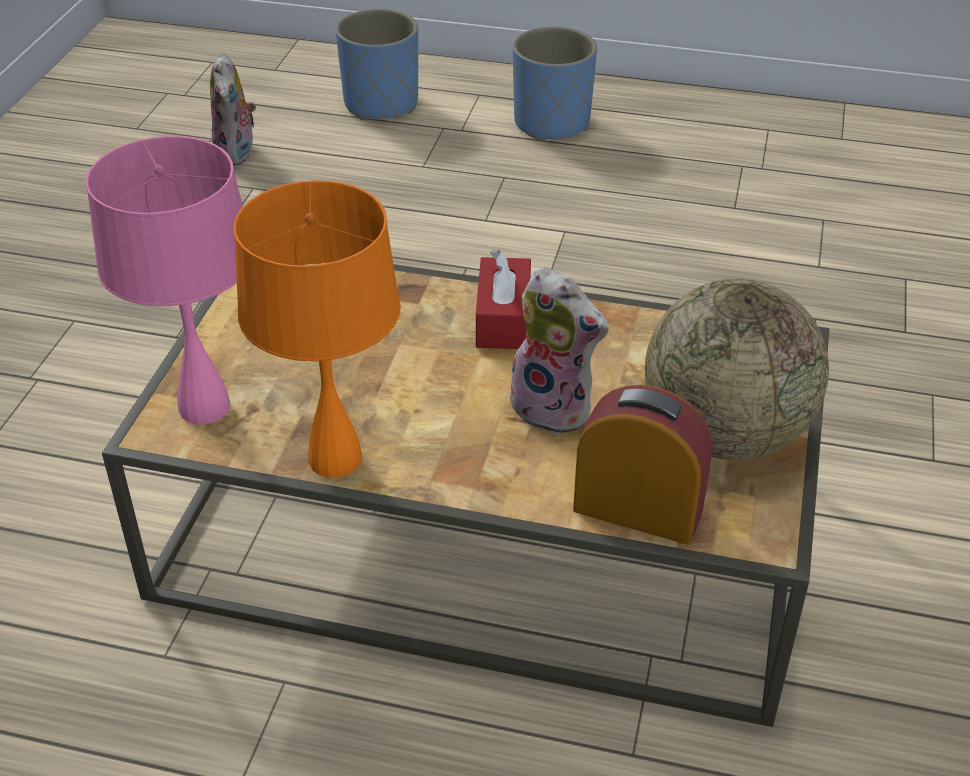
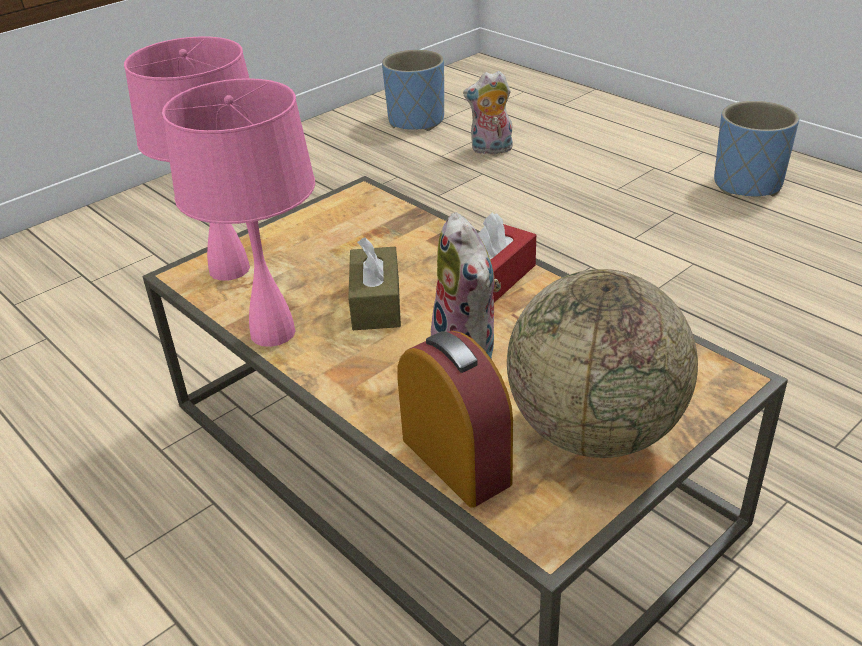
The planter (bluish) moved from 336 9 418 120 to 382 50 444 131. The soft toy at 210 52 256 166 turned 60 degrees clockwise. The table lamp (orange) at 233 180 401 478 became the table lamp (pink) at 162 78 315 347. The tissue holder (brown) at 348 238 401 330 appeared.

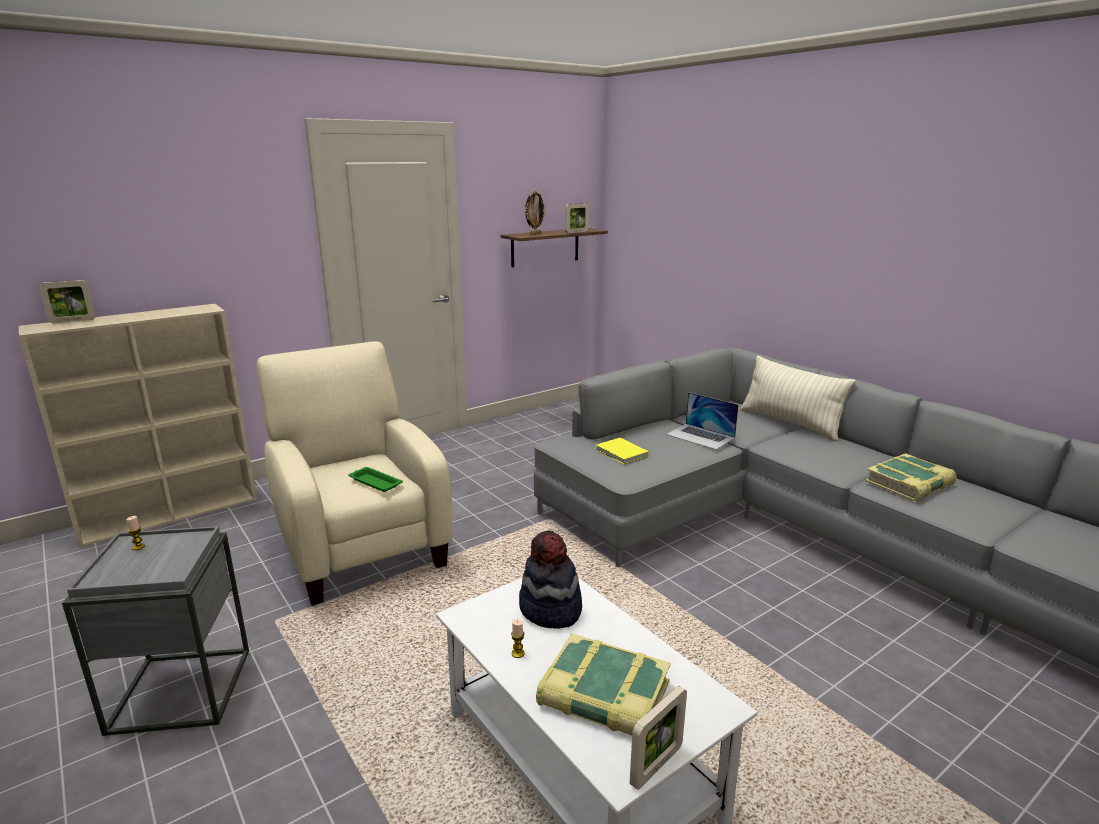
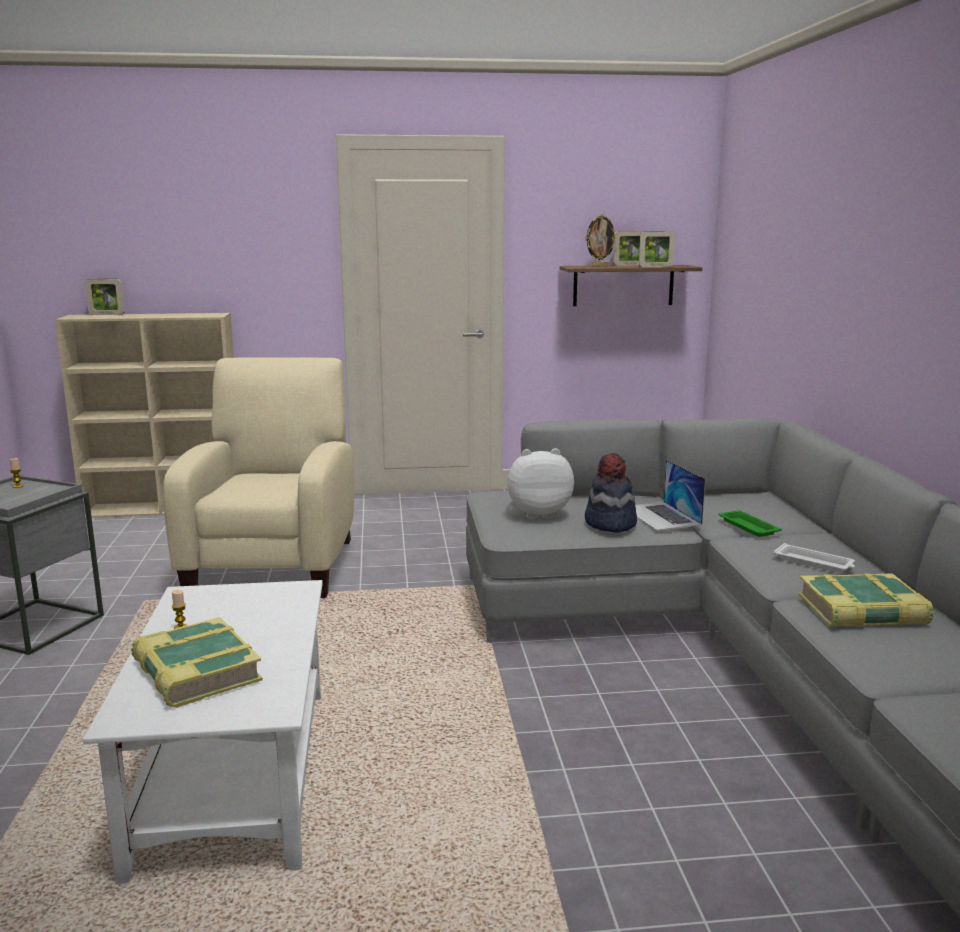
The throw pillow (sand-coloured) at 740 355 856 441 disappeared. The book (yellowish) at 596 438 649 464 was replaced by the soft toy at 507 448 574 519. The carrying tray (green) moved from 348 467 403 492 to 719 510 782 537. The clothing hat moved from 519 531 582 629 to 585 453 637 533. The picture frame moved from 630 686 687 790 to 613 231 645 266. The carrying tray (whitish) at 773 543 855 573 appeared.

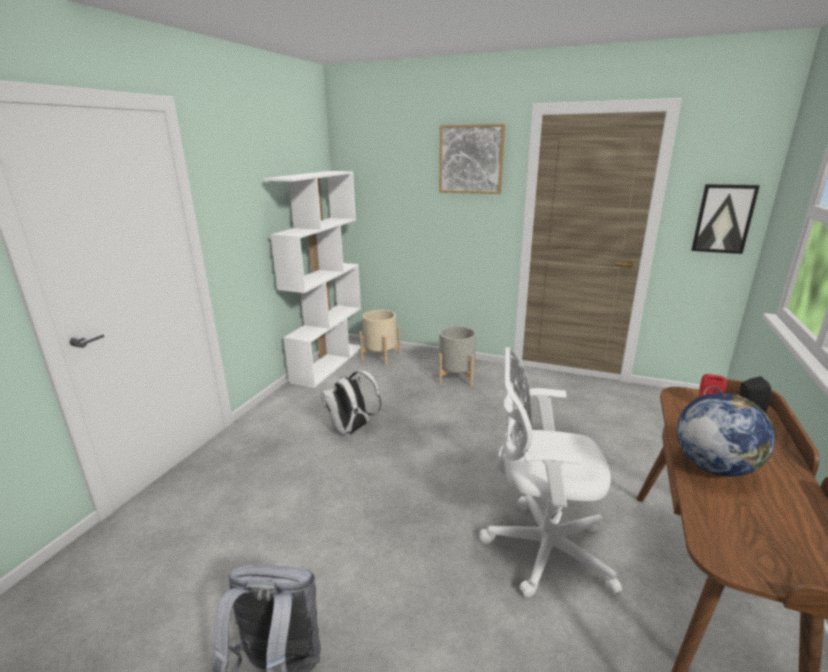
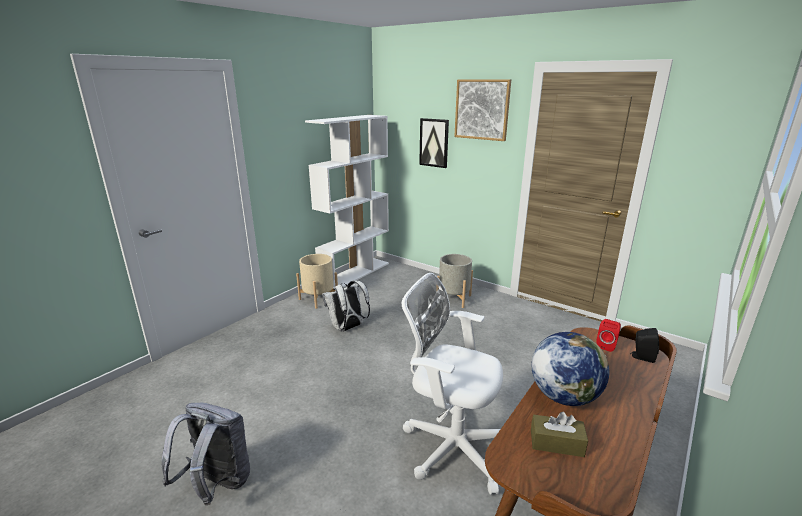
The picture moved from 691 184 760 254 to 419 118 449 168. The planter (sand-coloured) moved from 359 310 401 365 to 296 254 338 309. The tissue holder (brown) at 531 412 588 457 appeared.

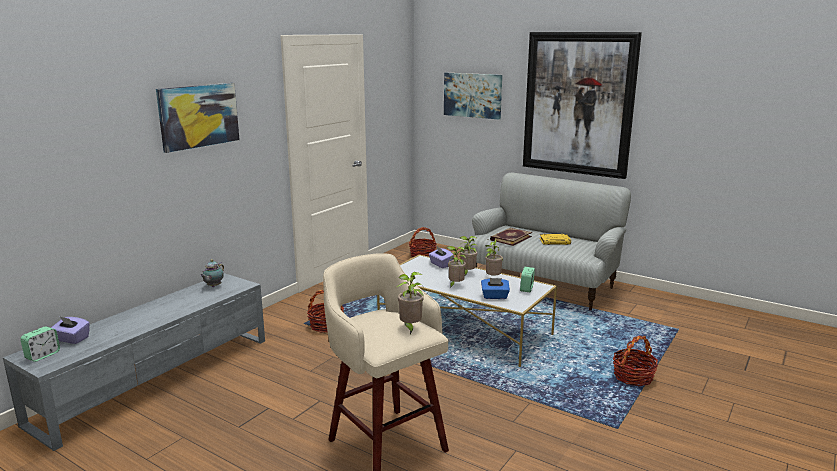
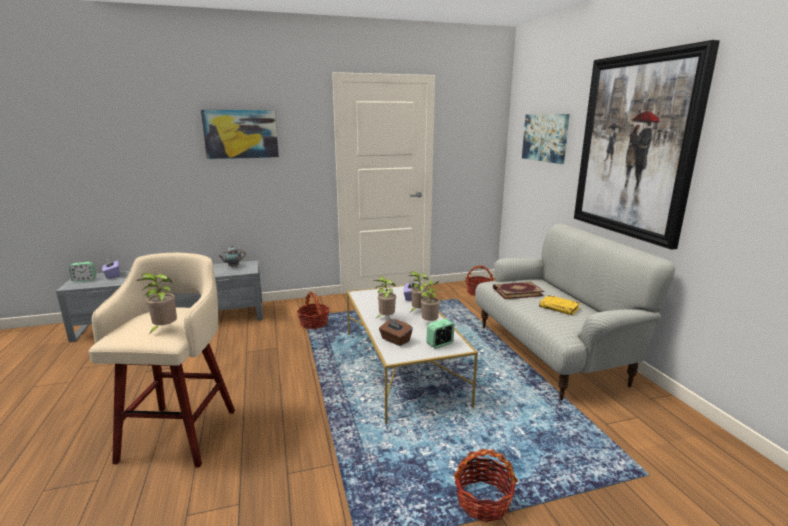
The tissue holder (bluish) at 481 278 510 299 became the tissue holder (brown) at 379 318 413 346.

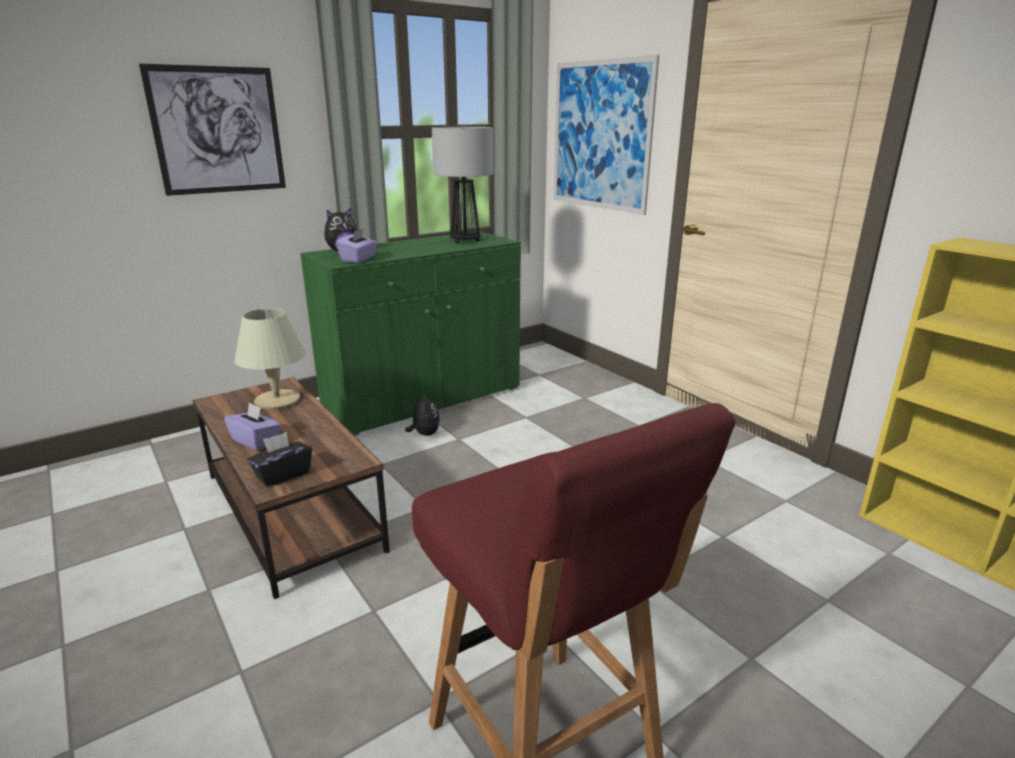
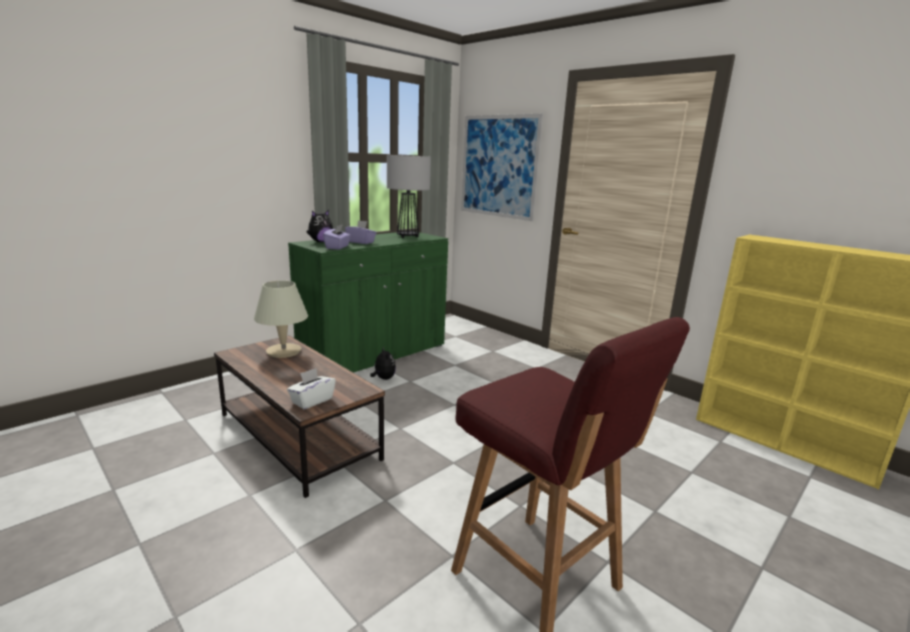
The picture at 139 64 286 196 disappeared. The tissue holder (purplish) moved from 224 402 281 451 to 345 220 377 244. The tissue holder (blackish) at 247 432 312 487 became the tissue holder (whitish) at 287 368 336 409.

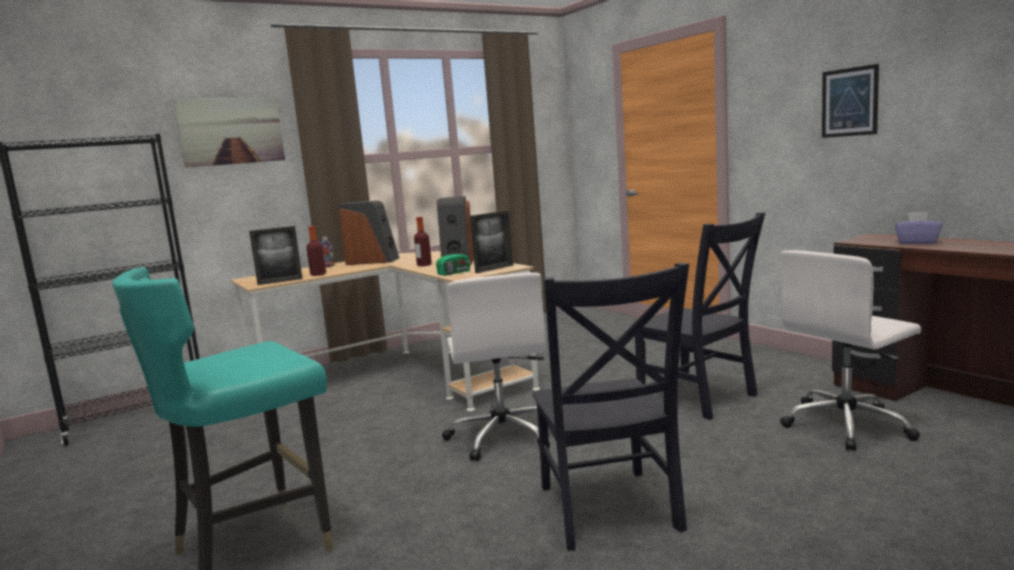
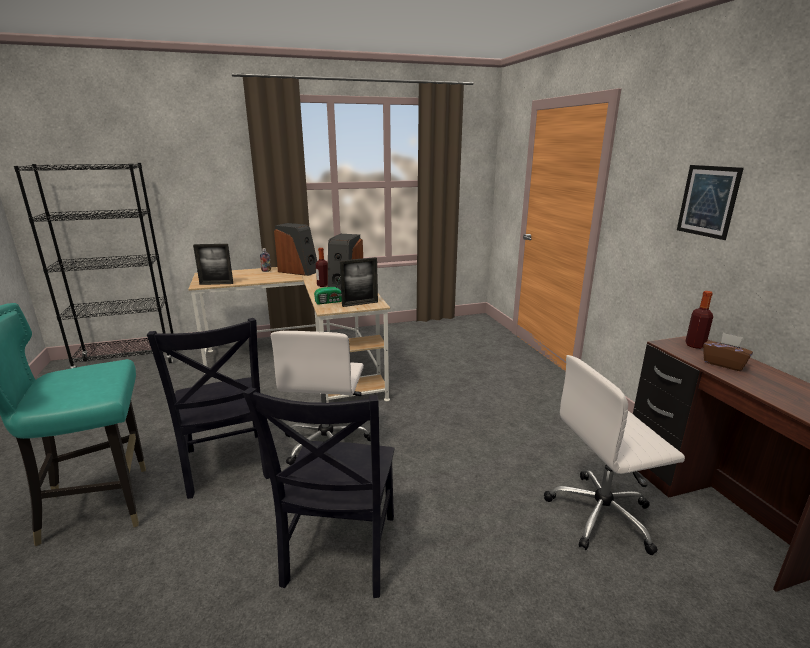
The picture at 173 97 285 168 disappeared. The tissue holder (purplish) at 895 211 942 244 became the tissue holder (brown) at 703 333 753 371. The upright chair (blackish) moved from 632 212 766 420 to 147 318 270 499. The bottle moved from 307 226 326 276 to 685 291 713 349.

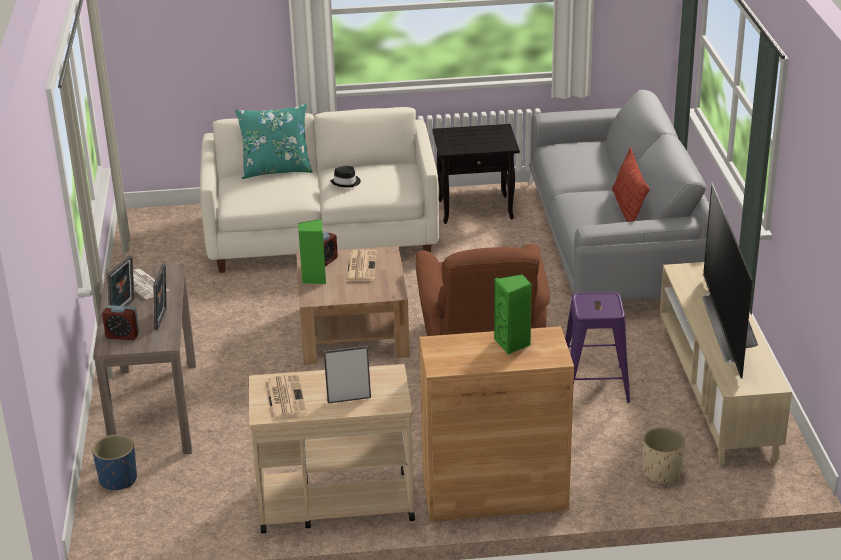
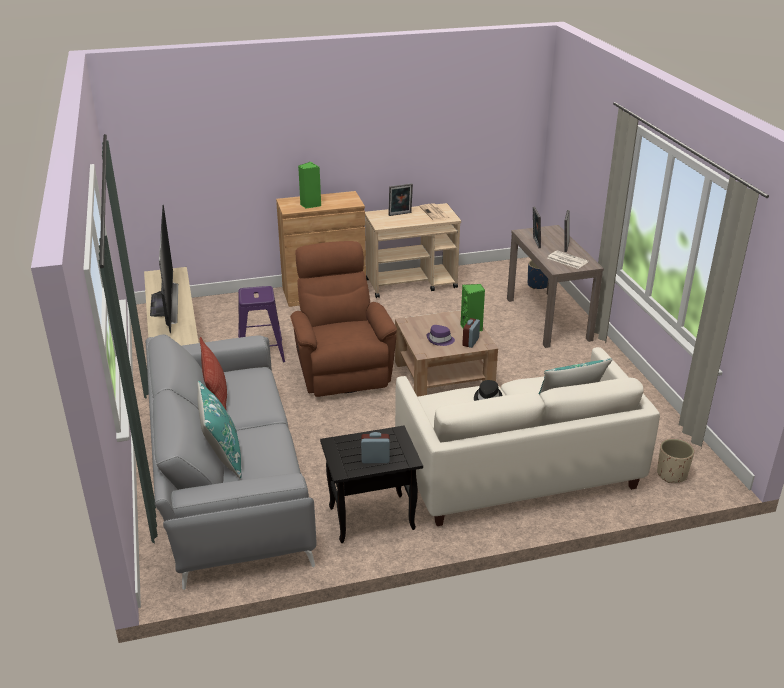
The newspaper at 345 250 377 282 was replaced by the clothing hat (purplish) at 427 325 455 346. The bedside clock moved from 102 305 139 340 to 361 432 390 463. The planter (sand-coloured) moved from 643 427 685 484 to 657 439 694 483. The throw pillow (turquoise) at 198 381 241 479 appeared.

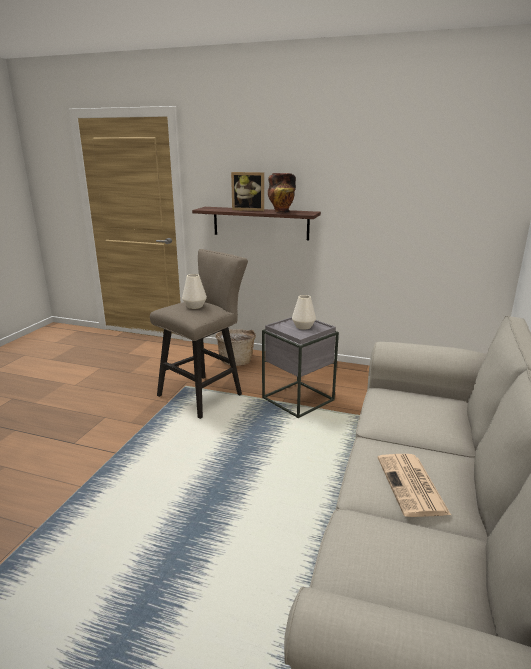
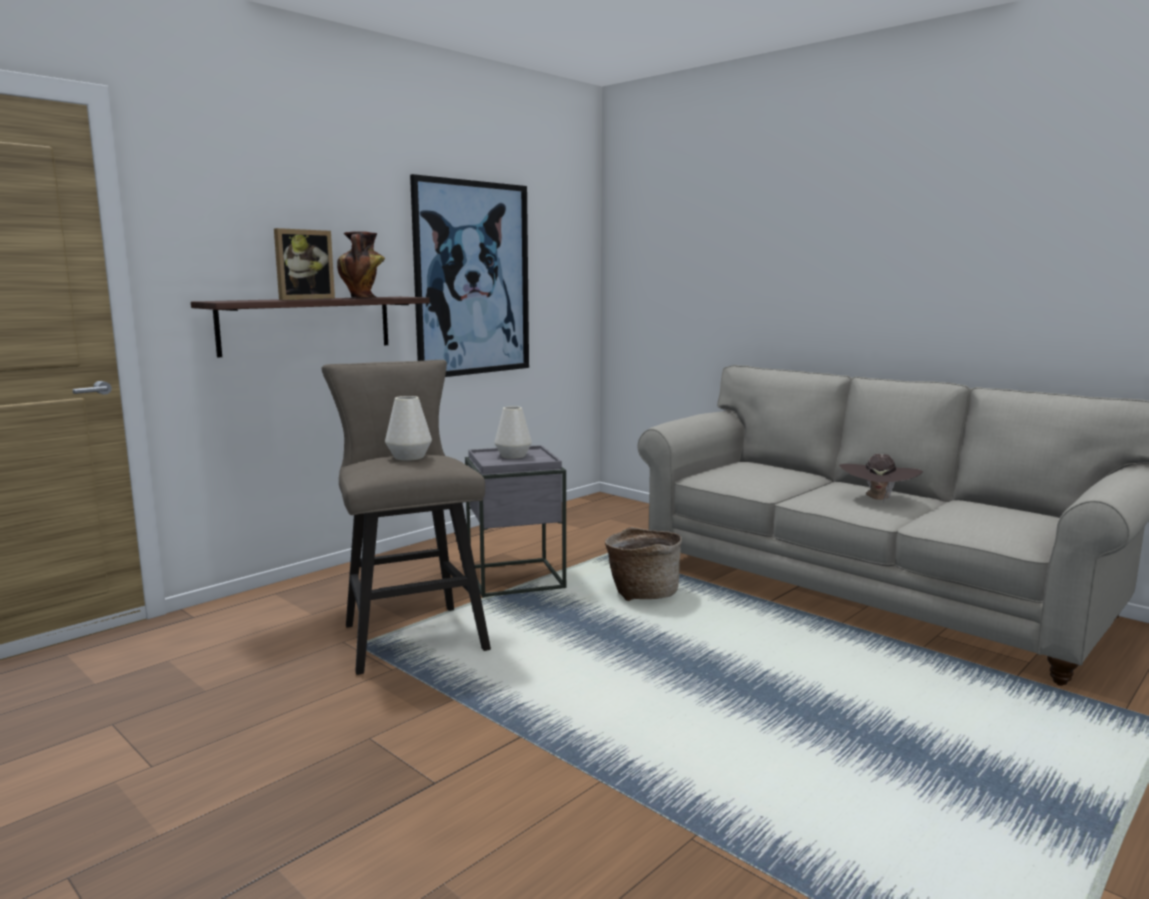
The basket moved from 216 329 256 366 to 605 527 682 601. The newspaper at 377 454 451 517 was replaced by the clothing hat (brown) at 839 454 923 503. The picture at 410 174 529 377 appeared.

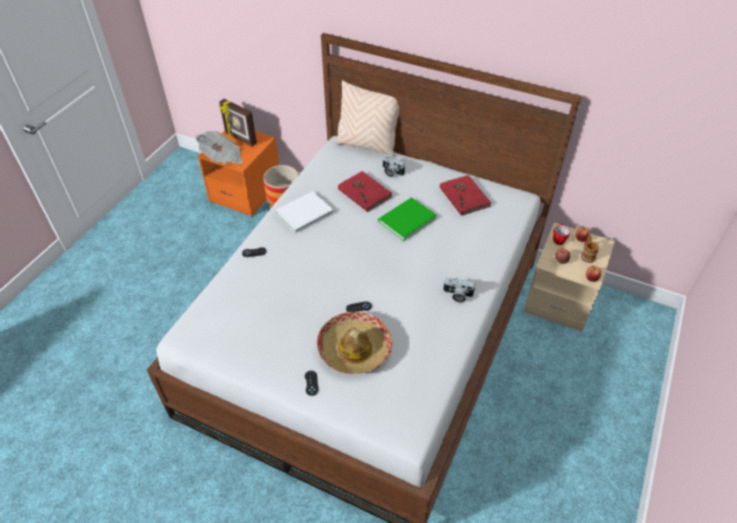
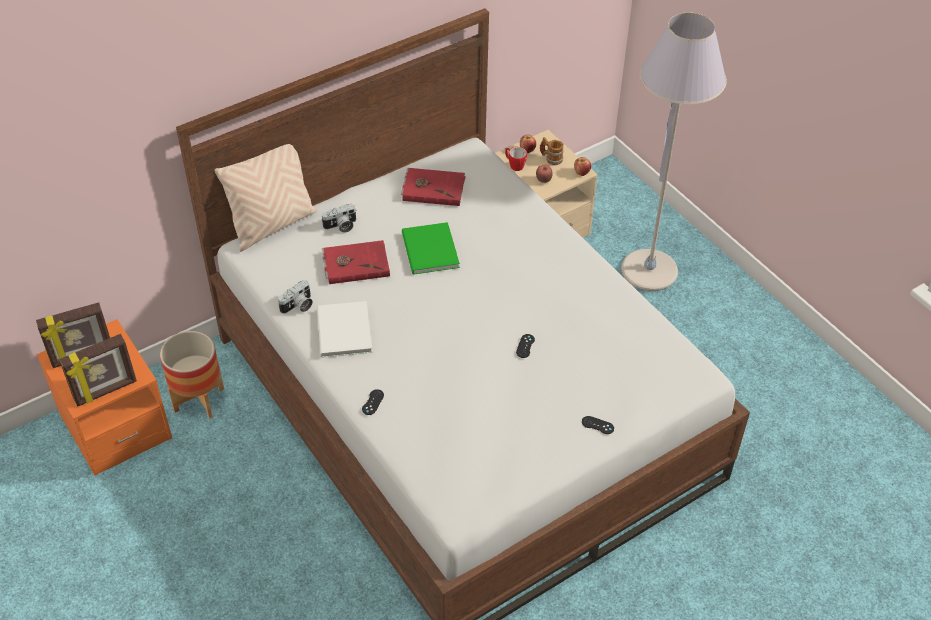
The newspaper at 196 131 242 164 was replaced by the picture frame at 59 334 137 407. The photo camera moved from 443 277 476 302 to 278 280 313 314. The clothing hat at 317 311 392 374 disappeared. The standing lamp (grey) at 621 12 727 291 appeared.

